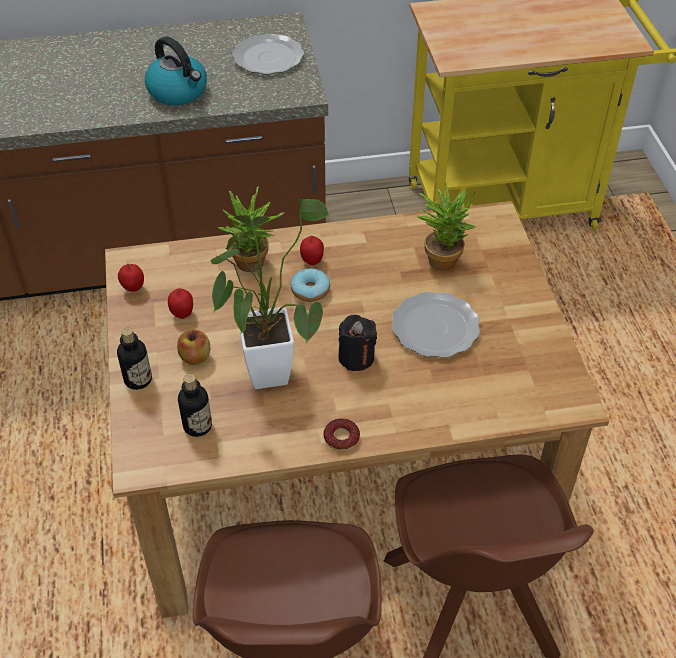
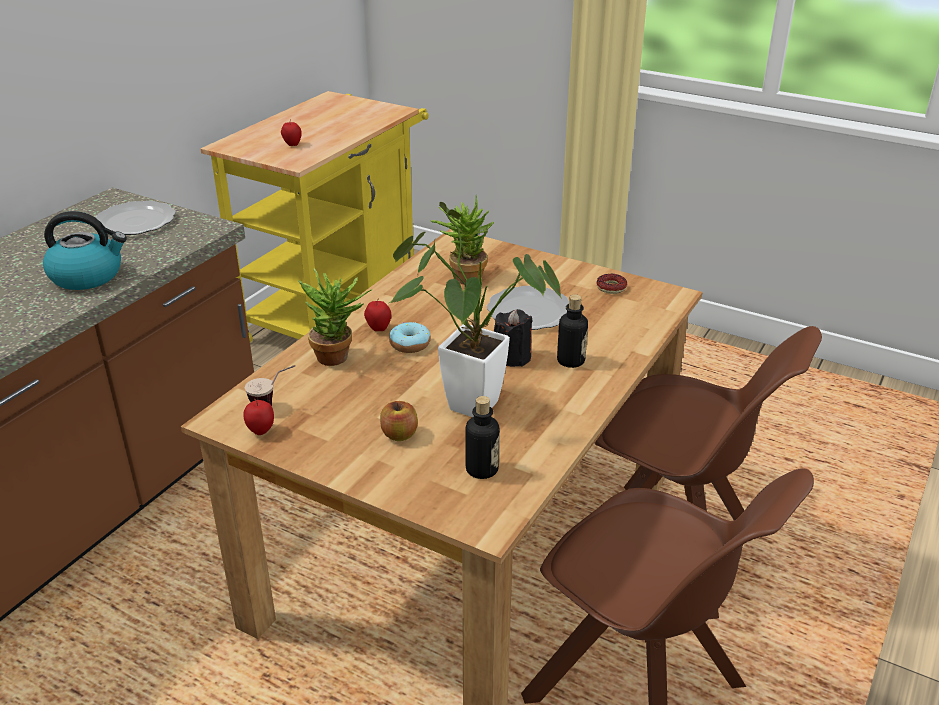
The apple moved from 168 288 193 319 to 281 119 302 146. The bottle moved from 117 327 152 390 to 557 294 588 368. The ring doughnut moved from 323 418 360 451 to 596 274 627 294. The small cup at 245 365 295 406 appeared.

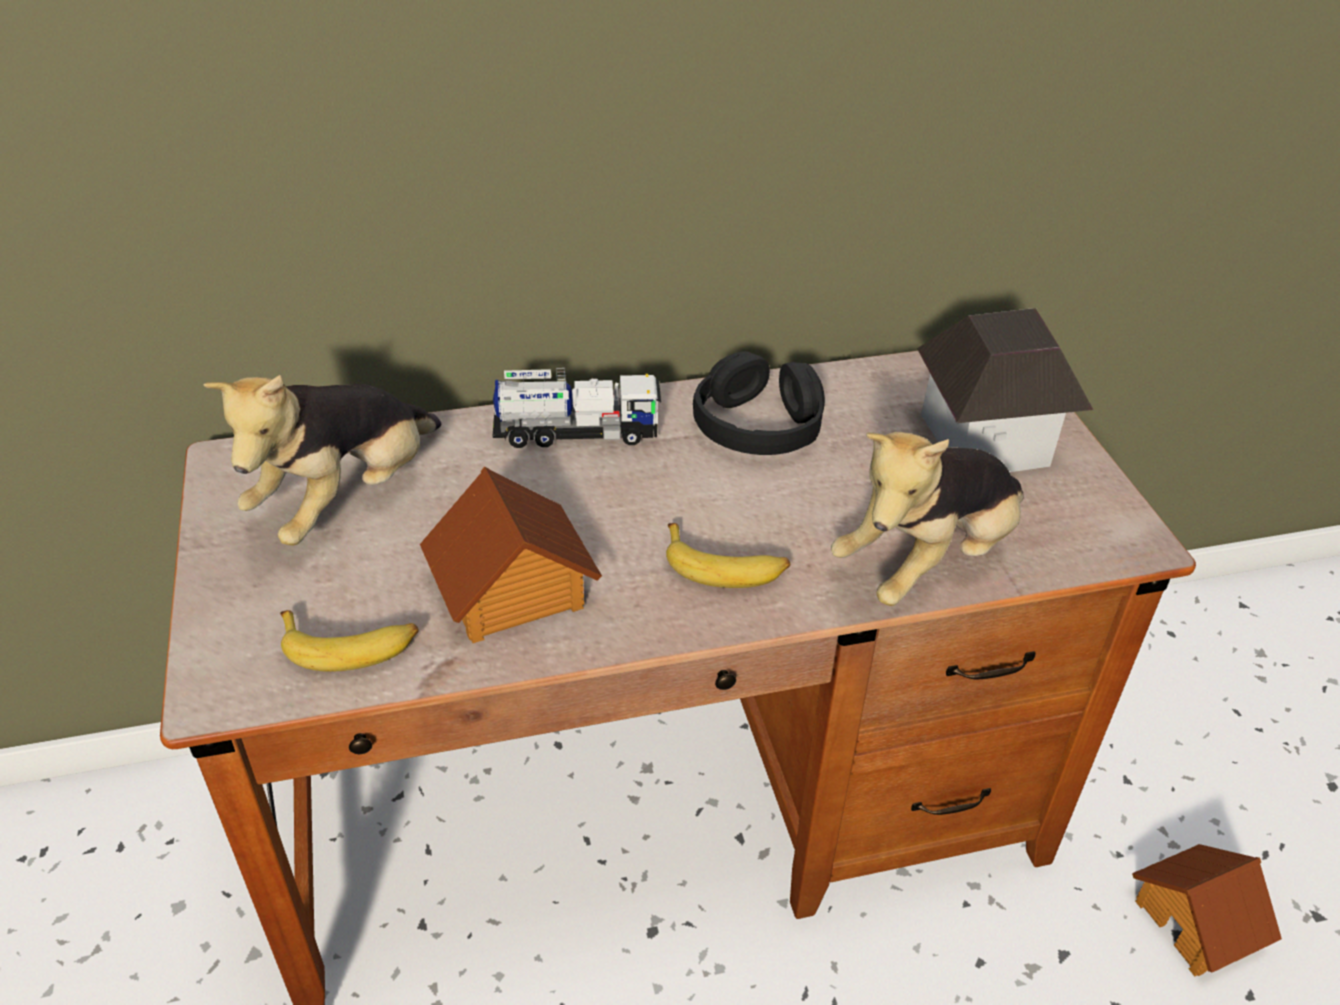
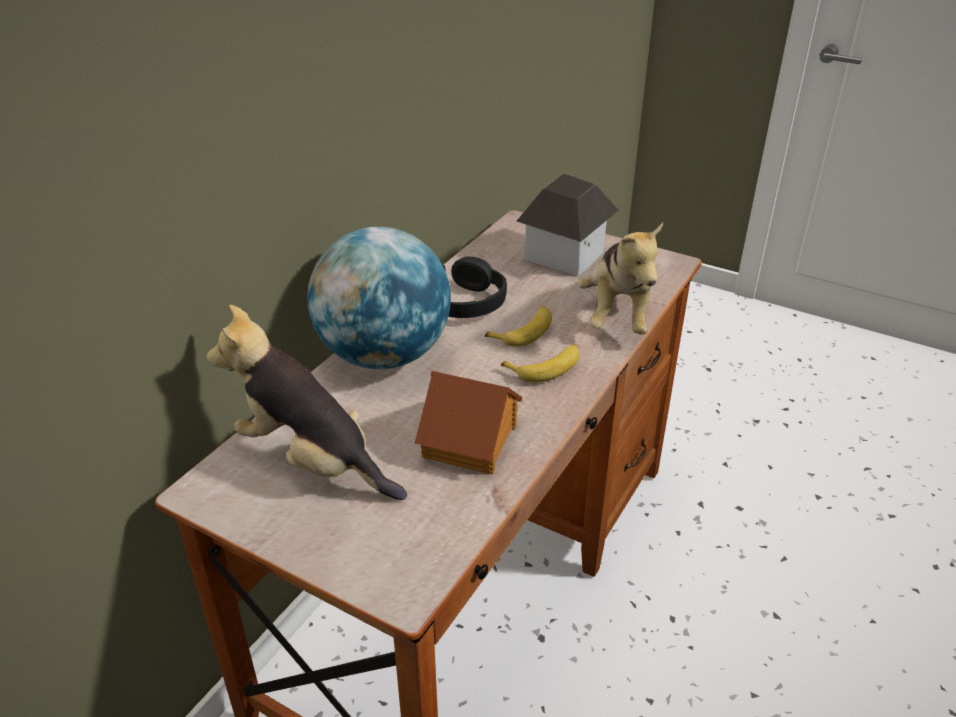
The model truck at 493 368 661 448 was replaced by the world globe at 307 227 451 369. The soft toy at 204 375 441 546 turned 135 degrees clockwise. The whole banana moved from 280 610 419 672 to 485 306 552 347. The miniature house at 1132 844 1282 976 disappeared.

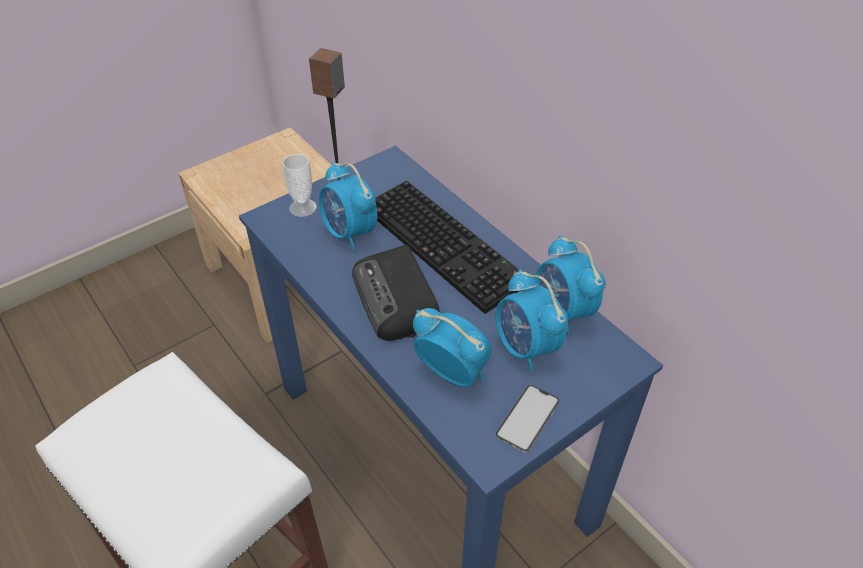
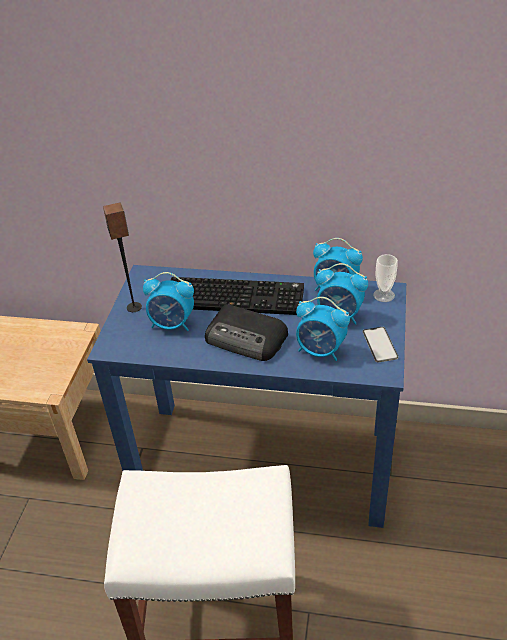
The small cup moved from 282 154 317 217 to 373 254 398 302. The bedside clock at 413 308 491 388 turned 150 degrees counterclockwise.

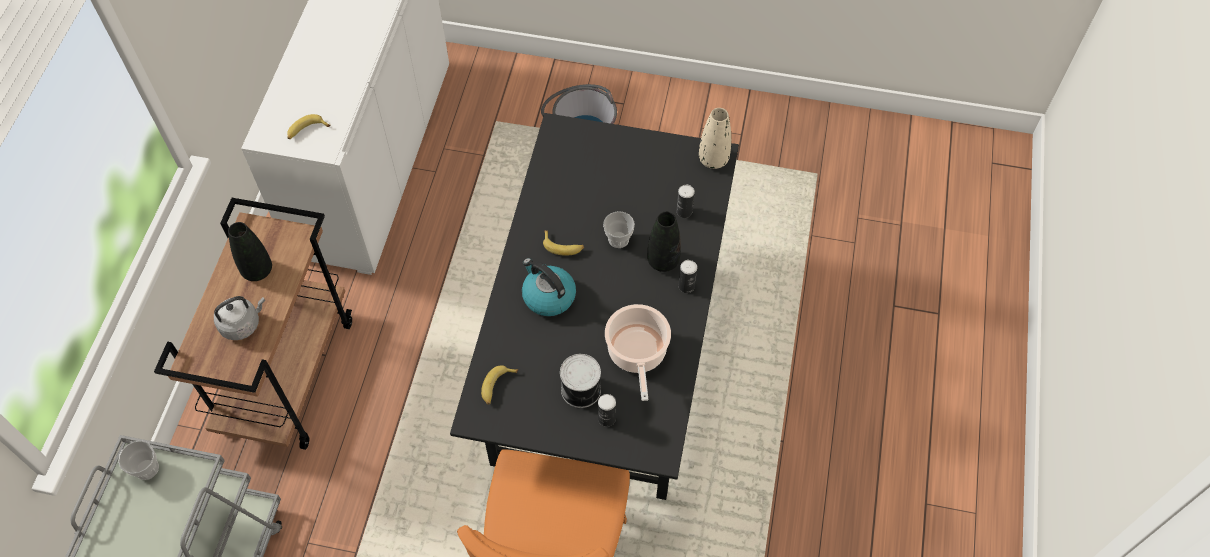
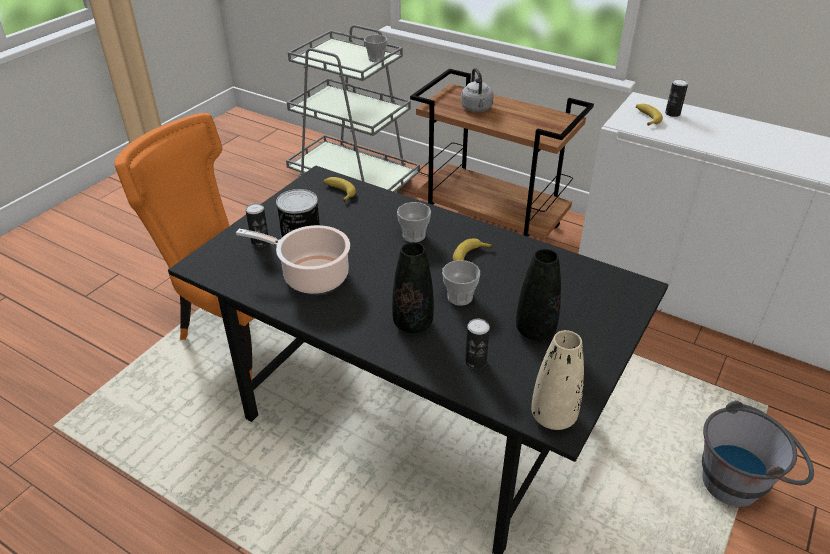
The decorative vase (blackish) moved from 228 222 272 281 to 516 249 561 341. The tea kettle at 522 258 576 316 was replaced by the small cup at 397 202 431 242. The sealed can moved from 678 260 697 293 to 665 79 688 117.

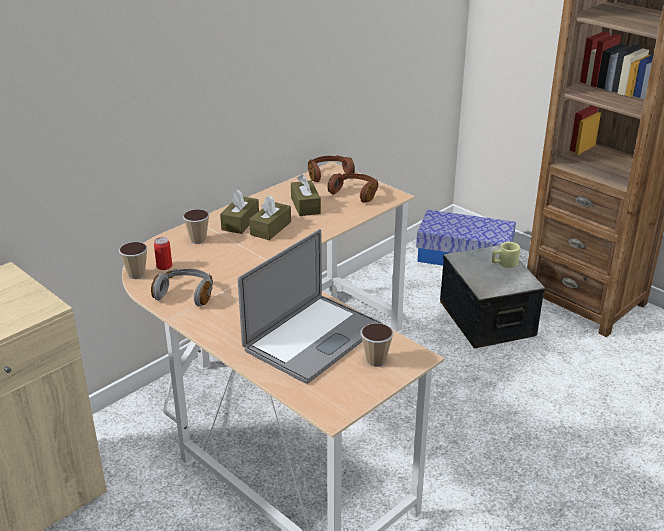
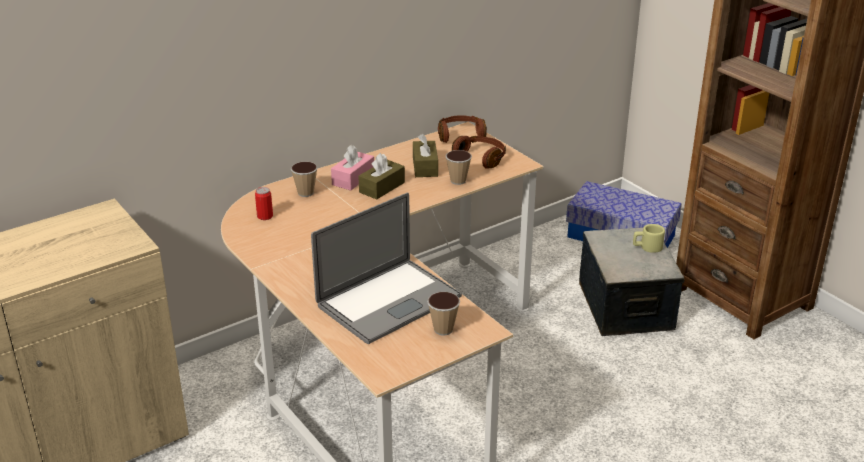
The tissue holder (brown) at 220 190 259 234 became the tissue holder (pink) at 331 145 374 190. The small cup moved from 119 242 147 279 to 446 150 472 185. The pair of headphones (grey) at 151 269 213 306 disappeared.

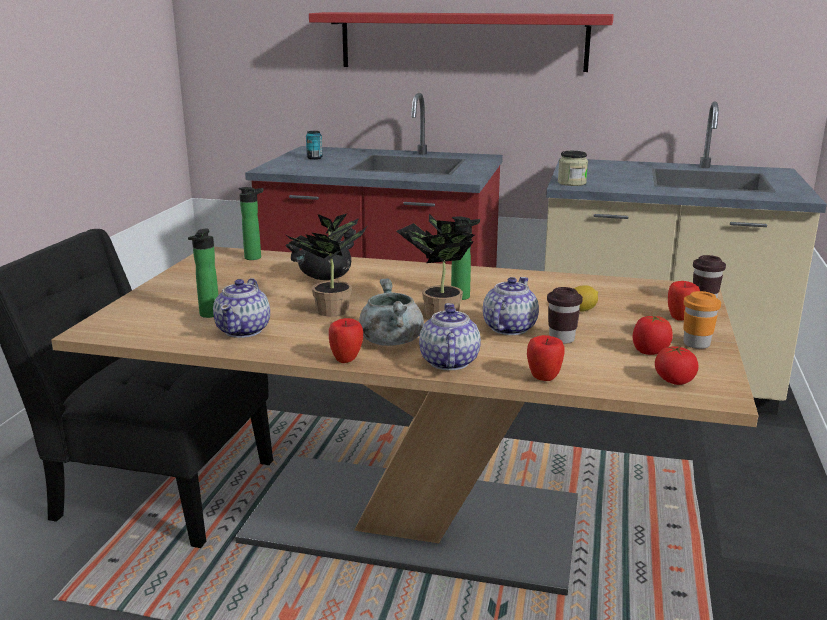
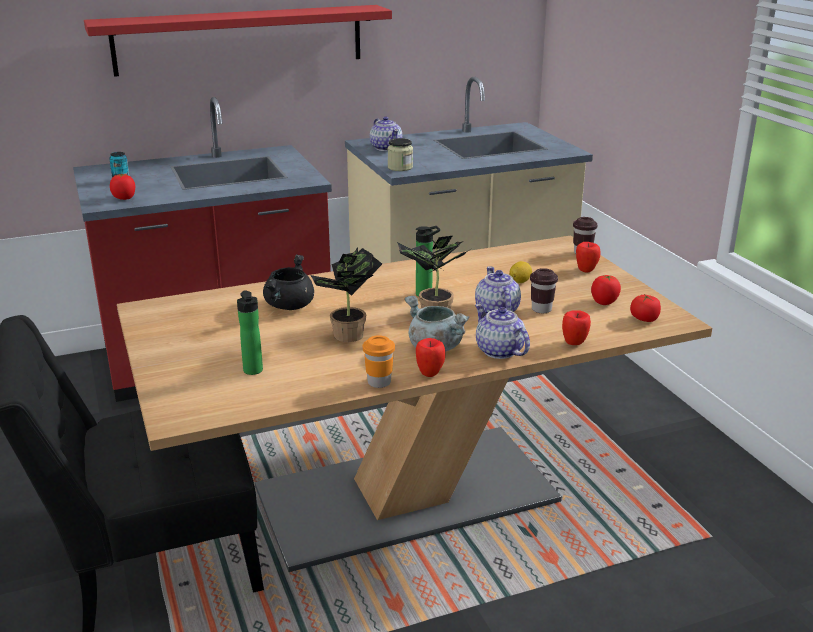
The bottle at 239 187 263 260 disappeared. The teapot moved from 213 278 270 338 to 370 116 402 151. The small cup (orange) moved from 683 291 721 349 to 363 335 395 388. The fresh tomato at 110 174 135 200 appeared.

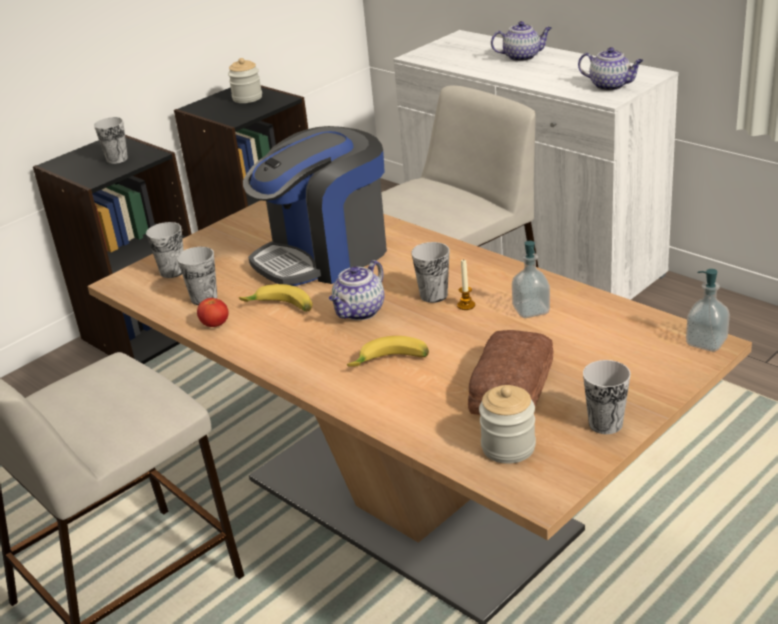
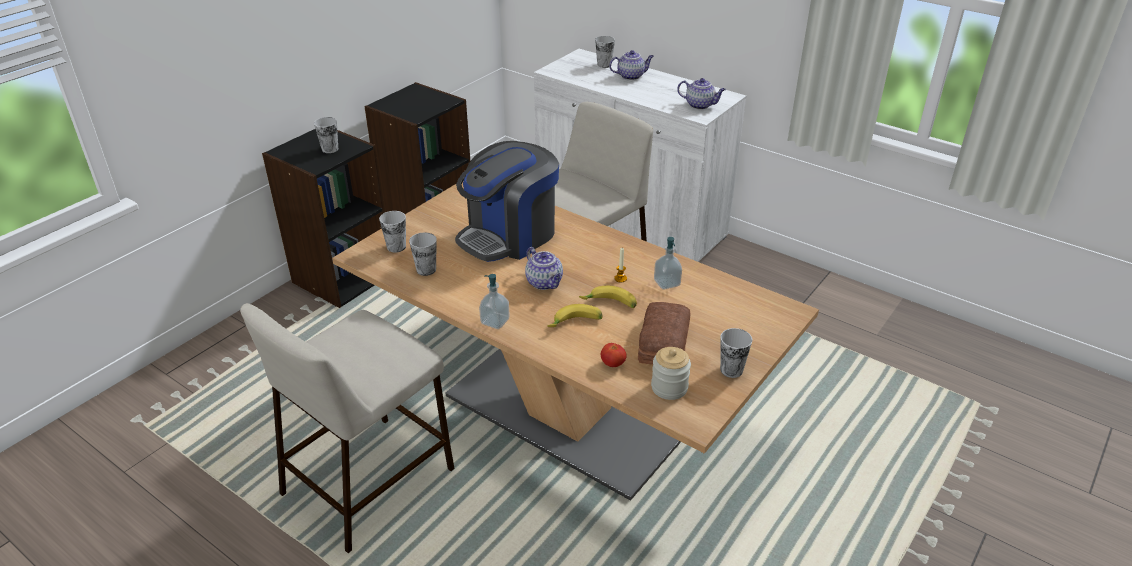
The jar at 228 58 262 103 disappeared. The small cup moved from 411 242 449 303 to 595 36 615 68. The teapot at 329 260 384 320 turned 60 degrees counterclockwise. The soap bottle moved from 686 269 730 352 to 479 274 510 329. The whole banana moved from 239 284 313 312 to 579 286 637 308. The fresh tomato moved from 197 298 229 327 to 601 343 627 367.

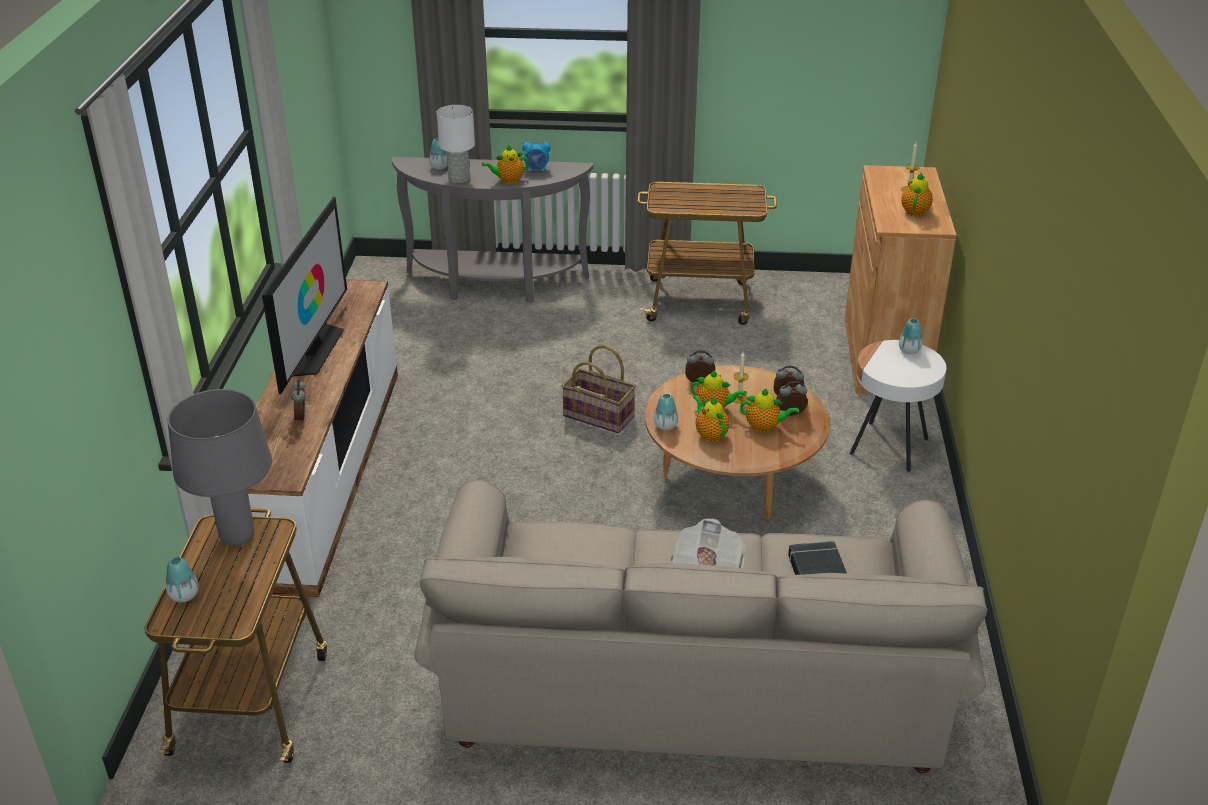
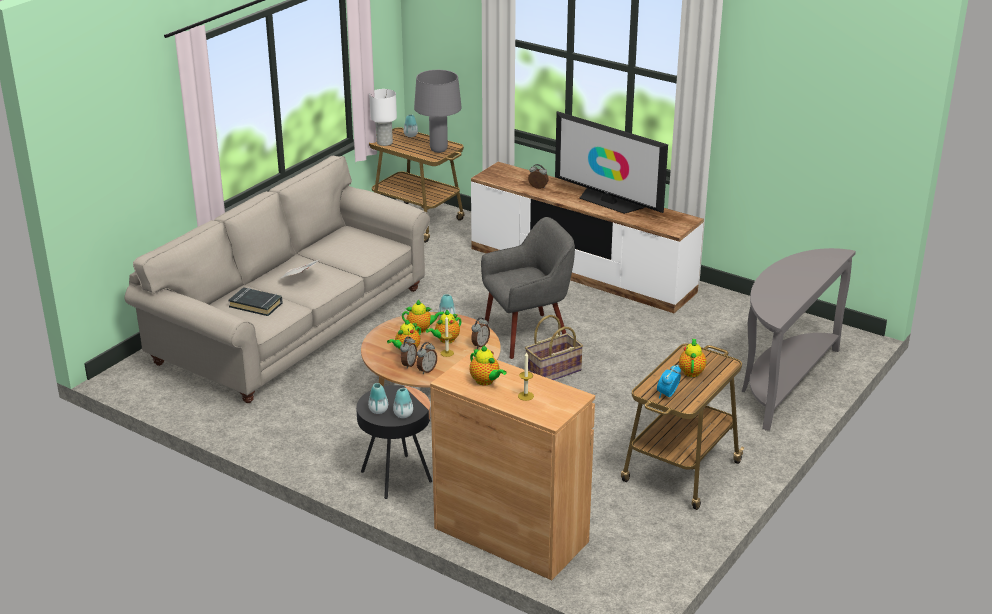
The table lamp (whitish) moved from 436 105 475 183 to 369 89 397 146. The bedside clock moved from 522 137 551 173 to 657 365 681 399. The decorative vase moved from 429 138 448 170 to 368 383 388 414. The teapot moved from 482 145 529 184 to 679 339 706 377. The accent table (whitish) at 850 340 946 472 became the accent table (blackish) at 356 385 432 499. The easy chair (grey) at 481 217 575 359 appeared.

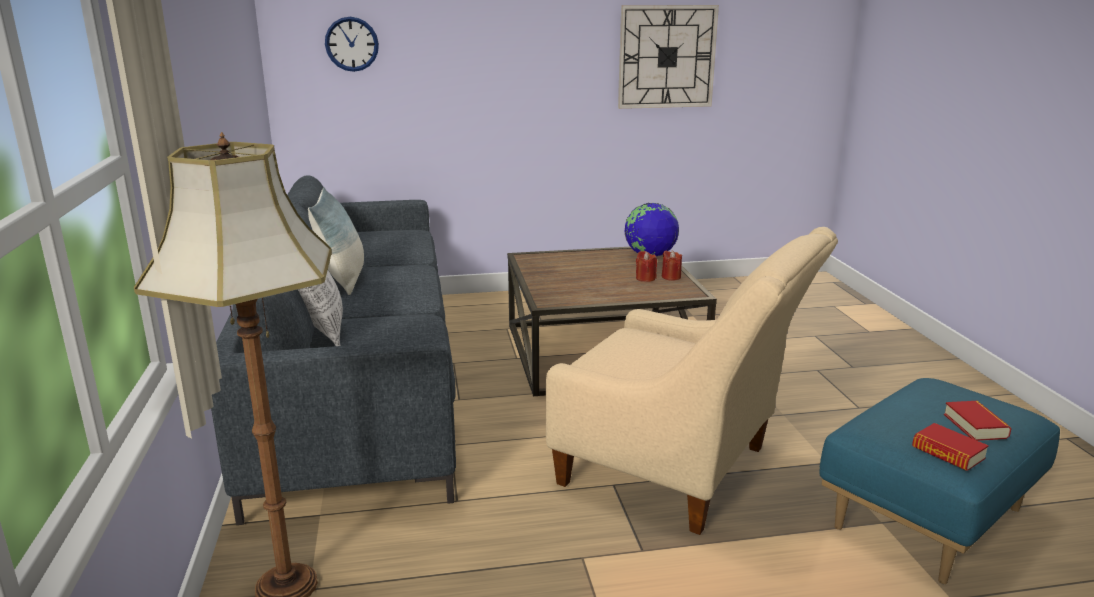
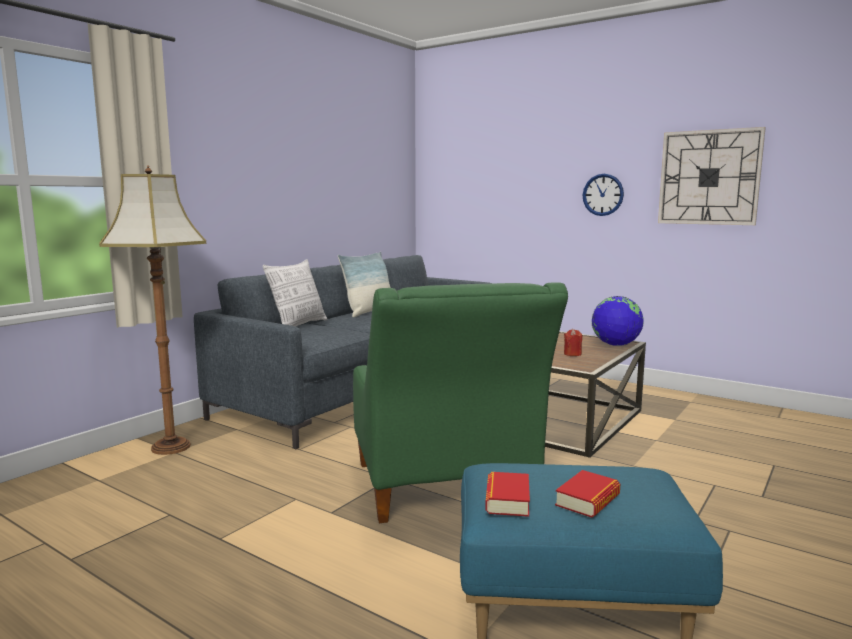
The clock on the wall moved from 325 17 379 72 to 583 174 624 216. The easy chair (sand-coloured) at 546 227 838 535 became the easy chair (green) at 353 282 568 523. The wax candle (red-coloured) at 662 250 682 281 disappeared.

